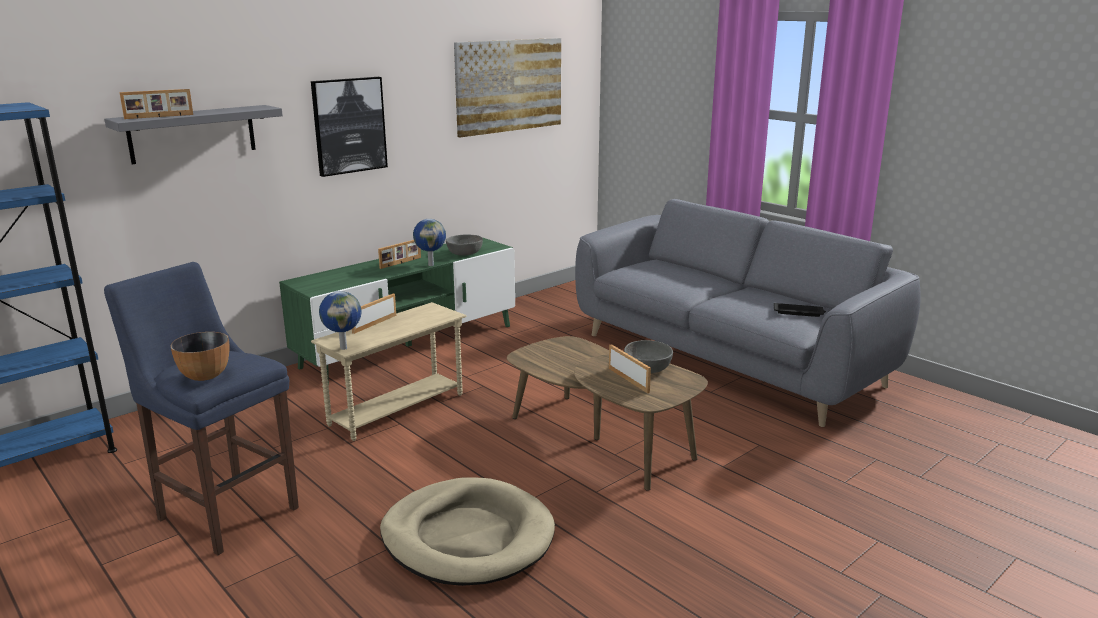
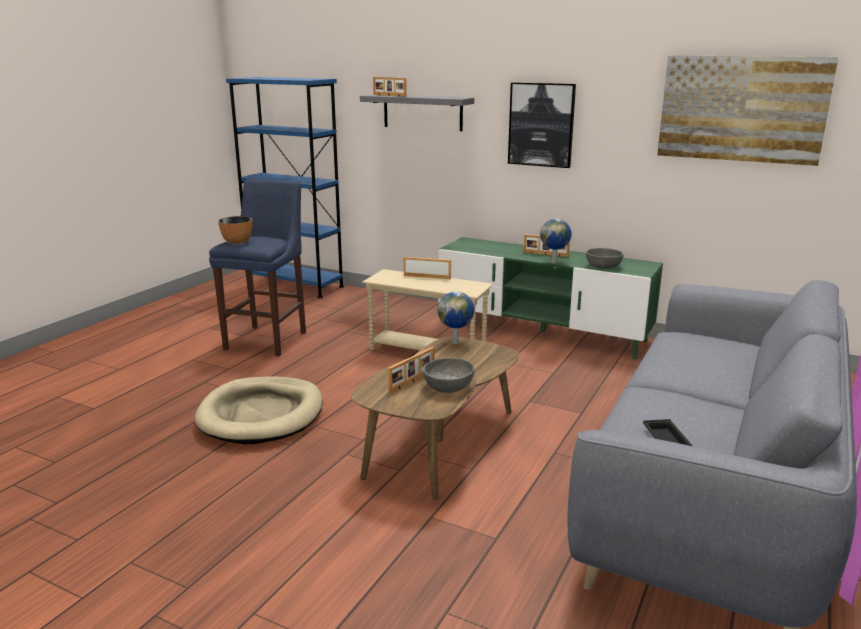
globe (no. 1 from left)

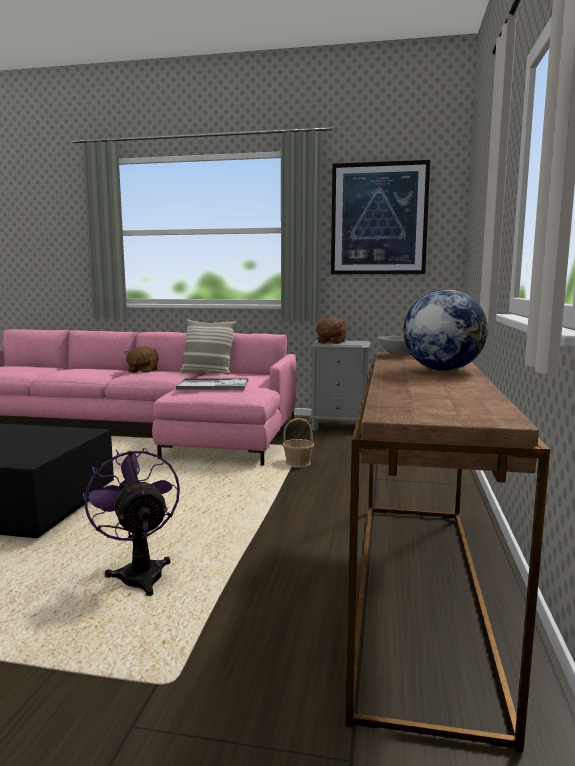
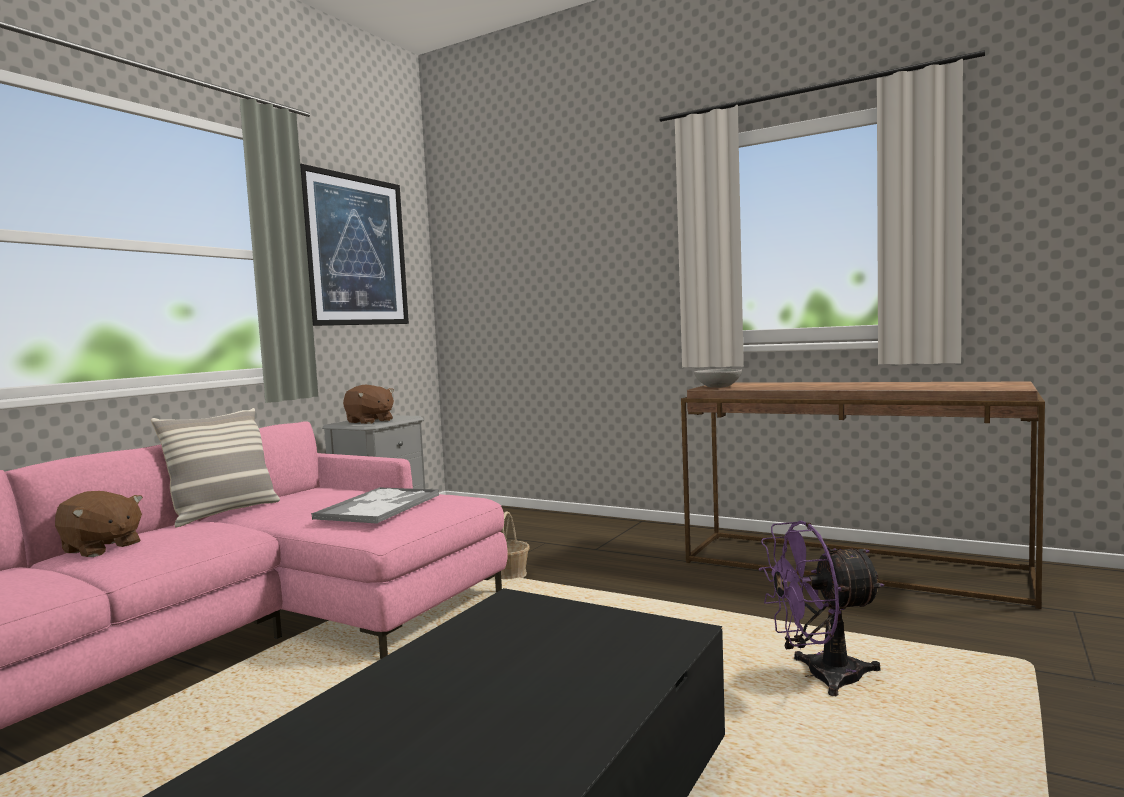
globe

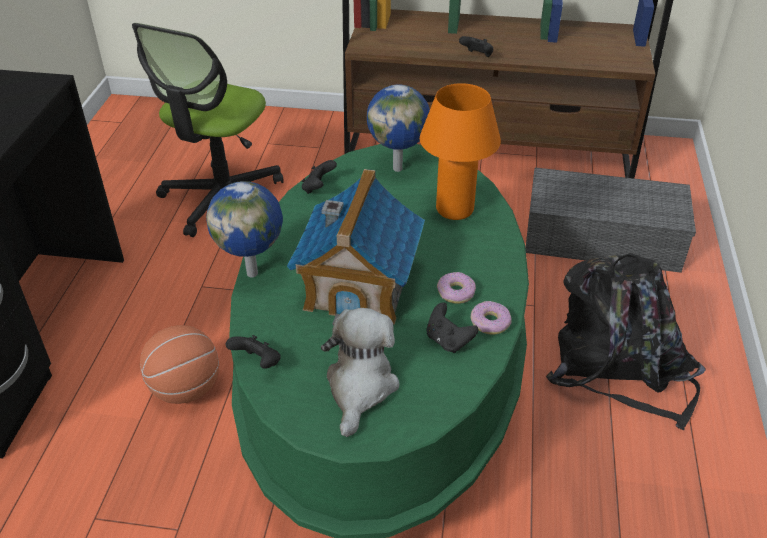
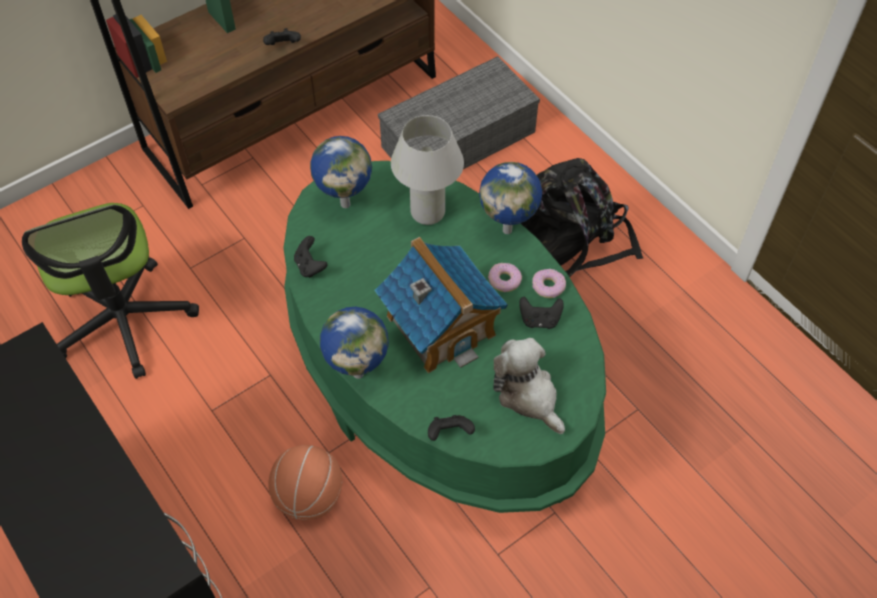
globe (no. 3 from left); white-coloured_lamp_for_a_table

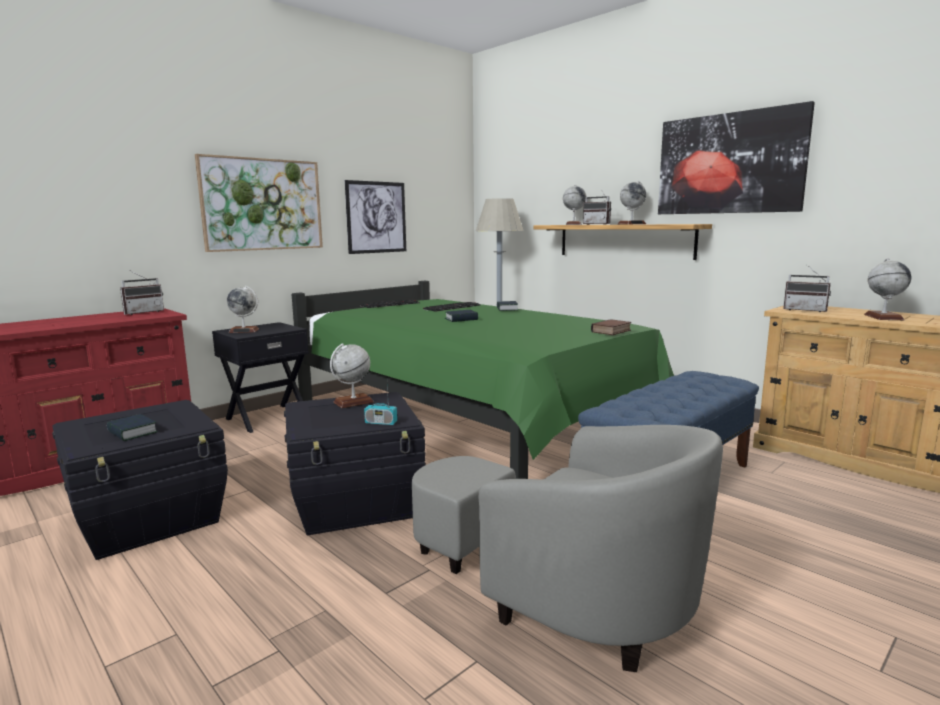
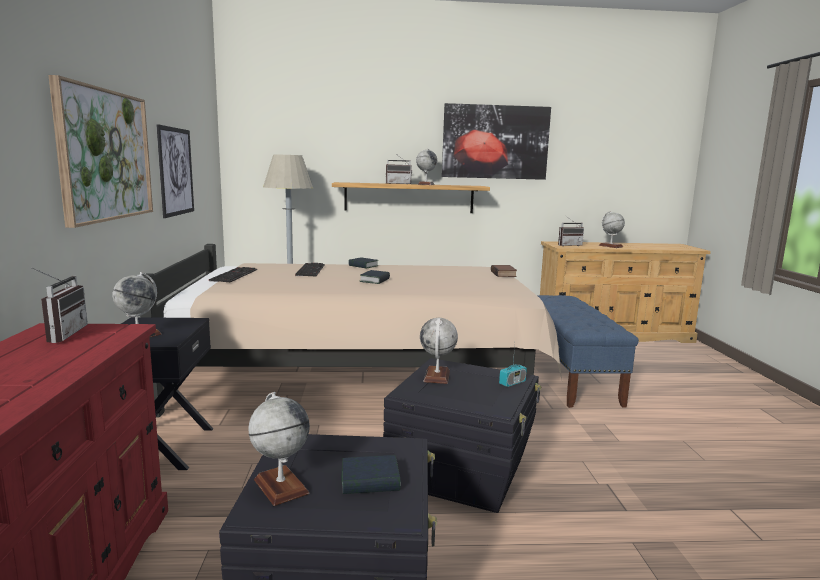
grey_armchair; globe (no. 2 from left); sand-coloured_bedroom_bed

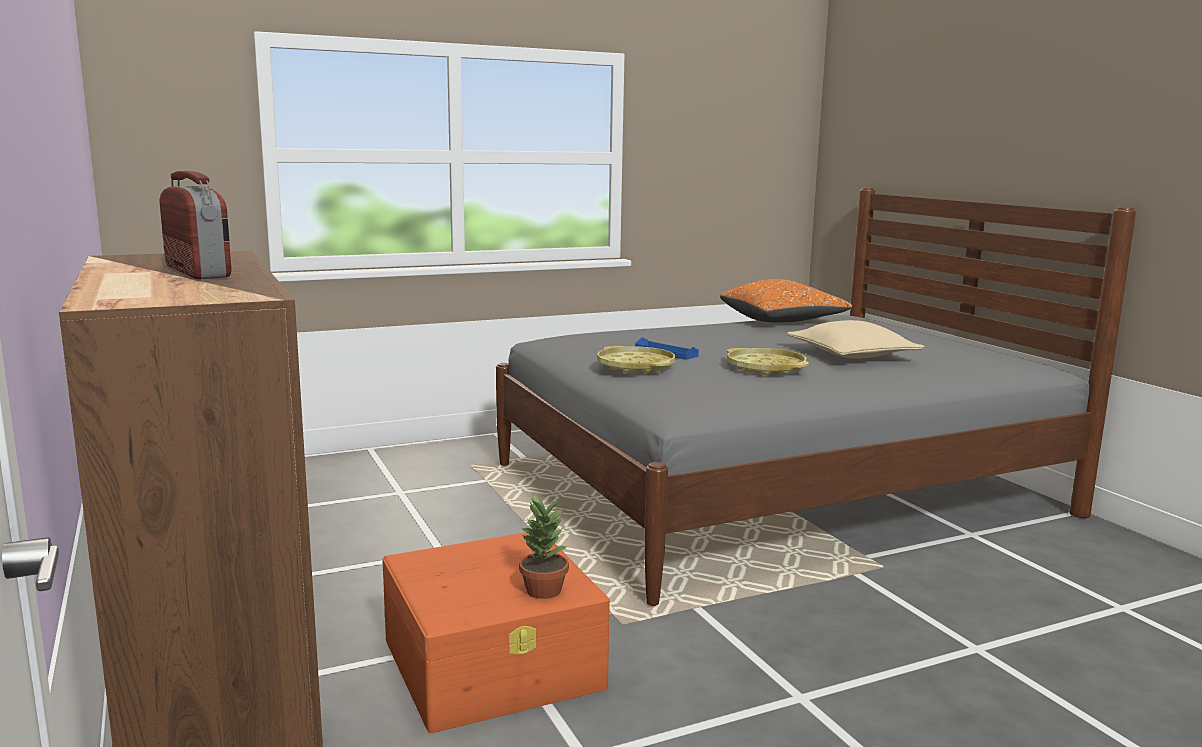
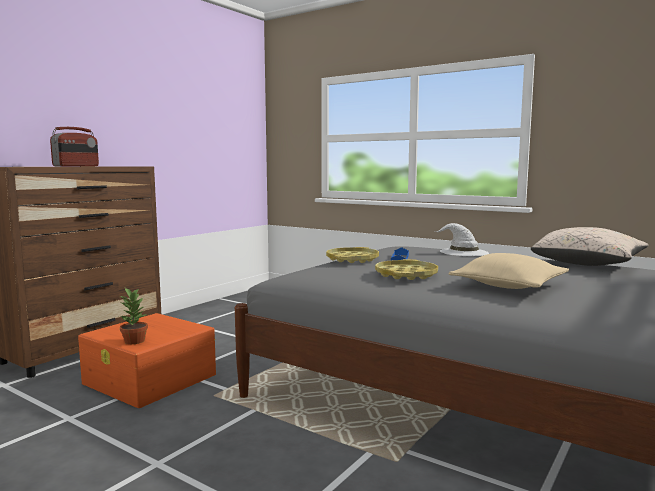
white-coloured_hat; sand-coloured_throw_pillow (no. 2 from left)

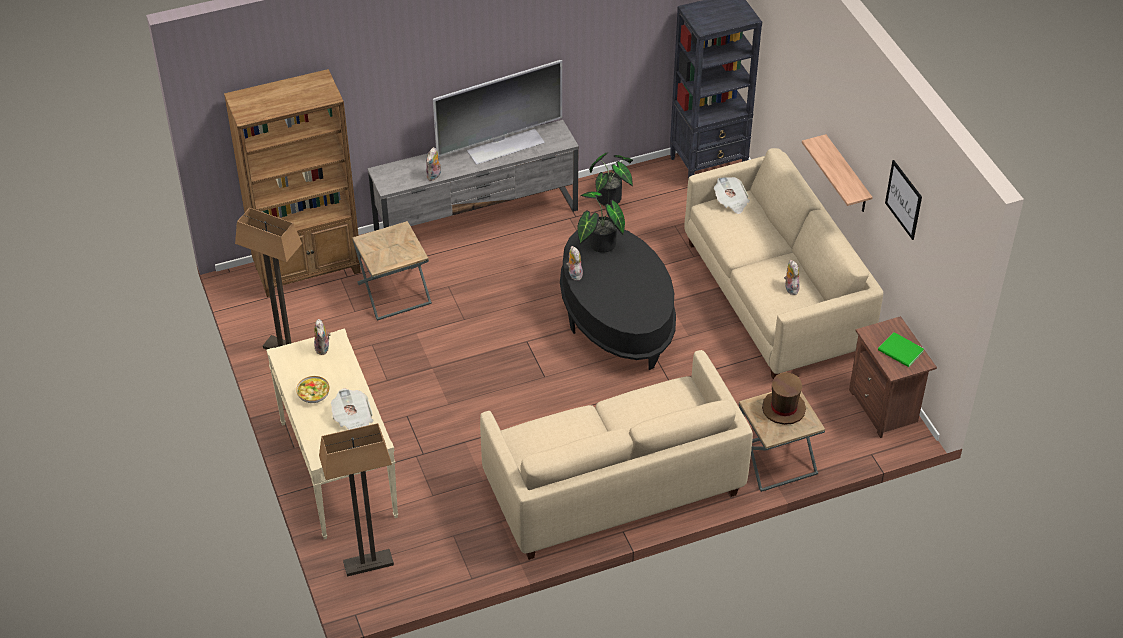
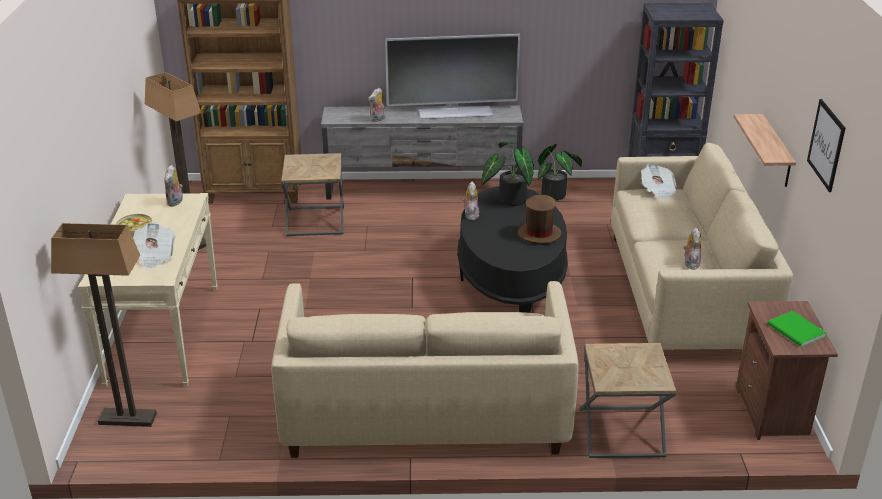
brown_hat

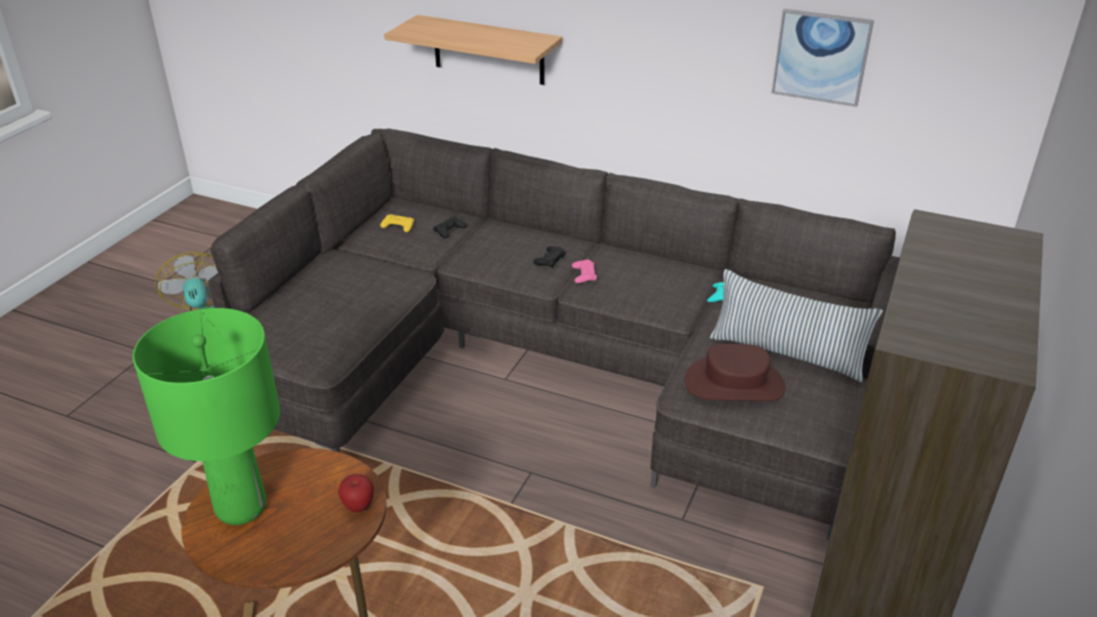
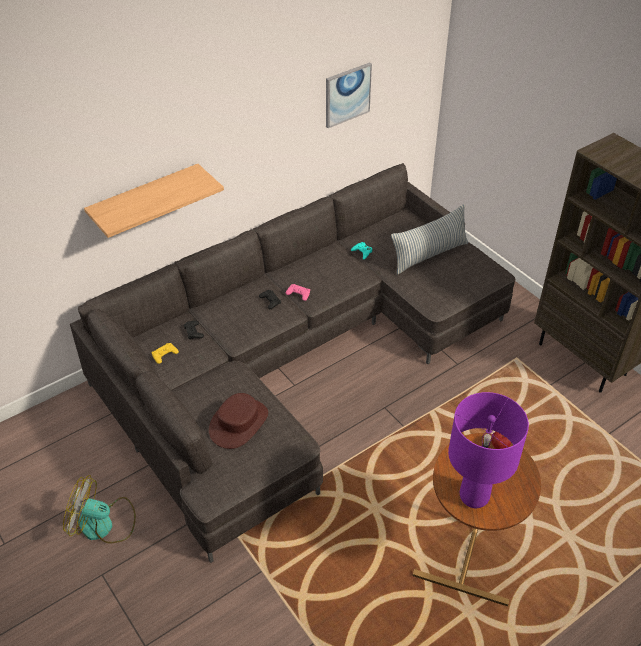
brown_hat; purple_lamp_for_a_table

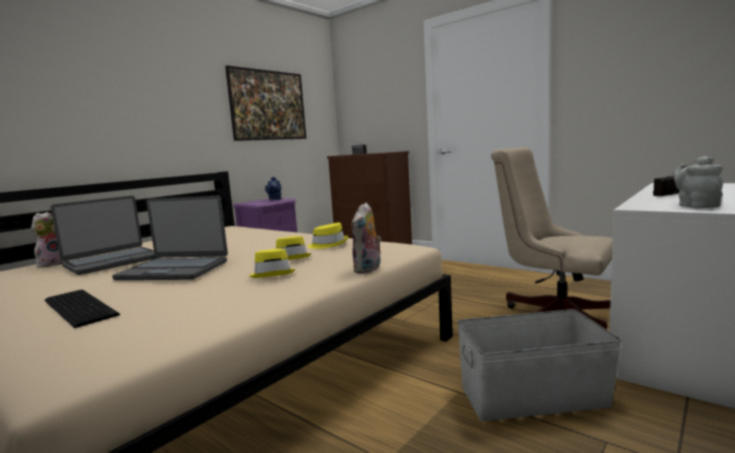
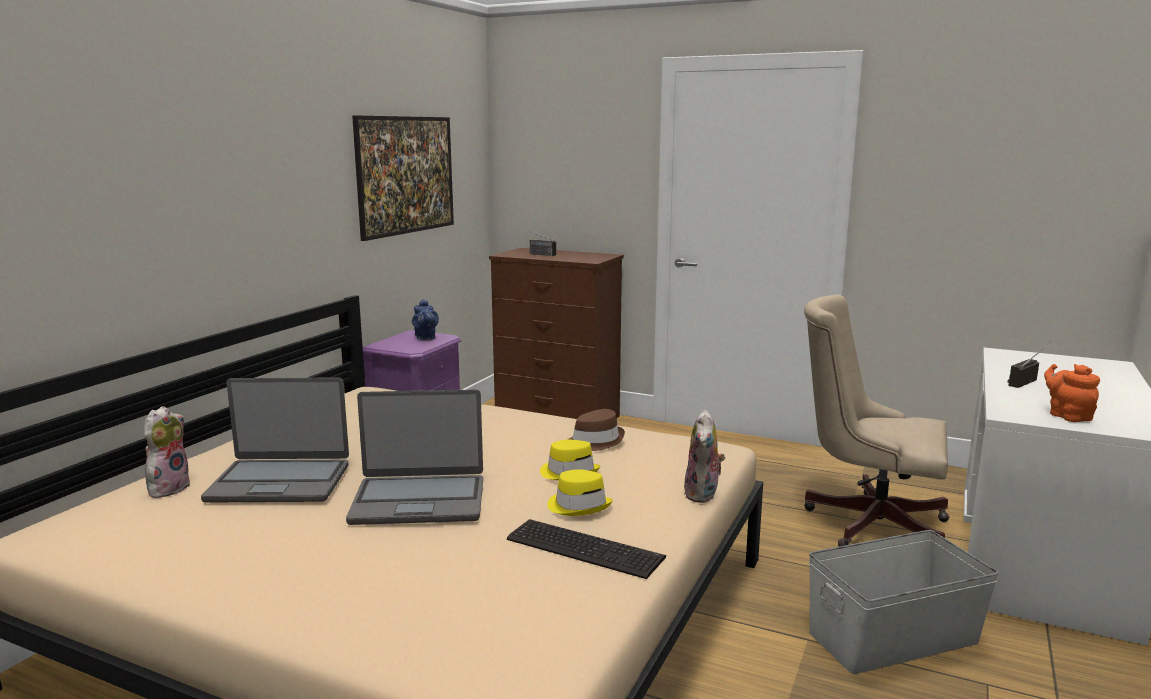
keyboard; brown_hat; orangey_teapot; portable_computer (no. 1 from left)

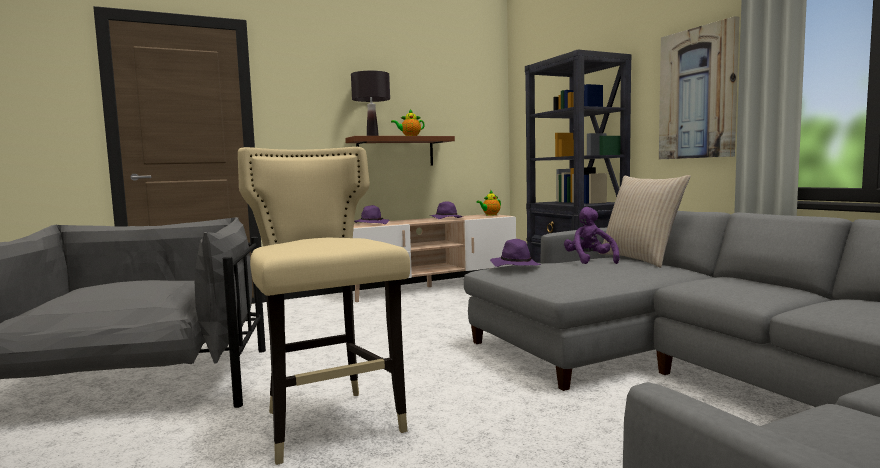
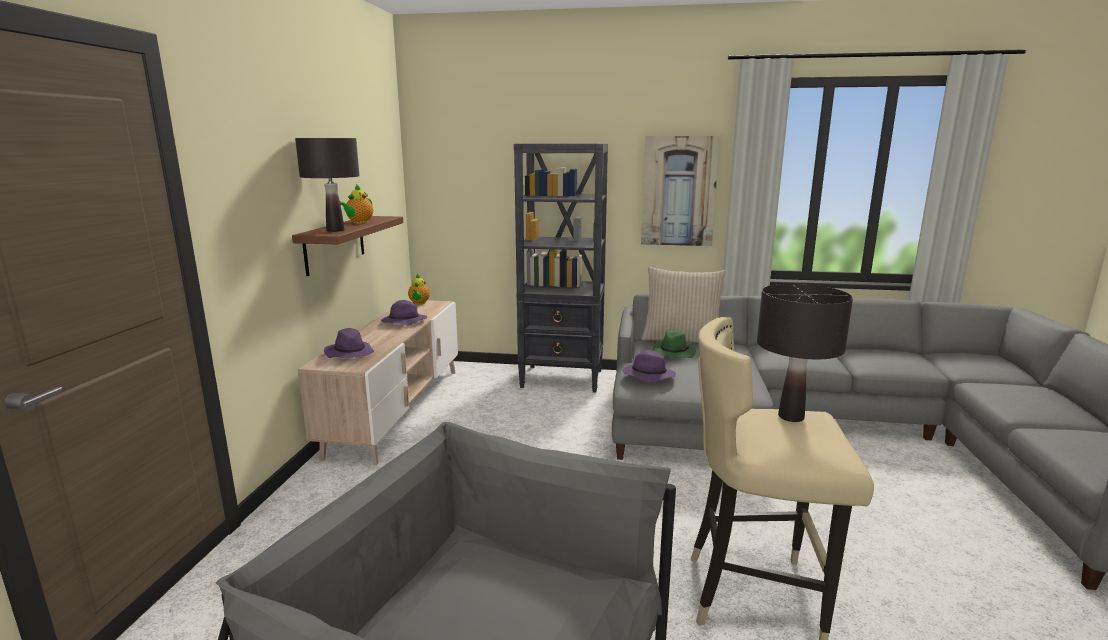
blackish_lamp_for_a_table (no. 2 from left); green-coloured_hat

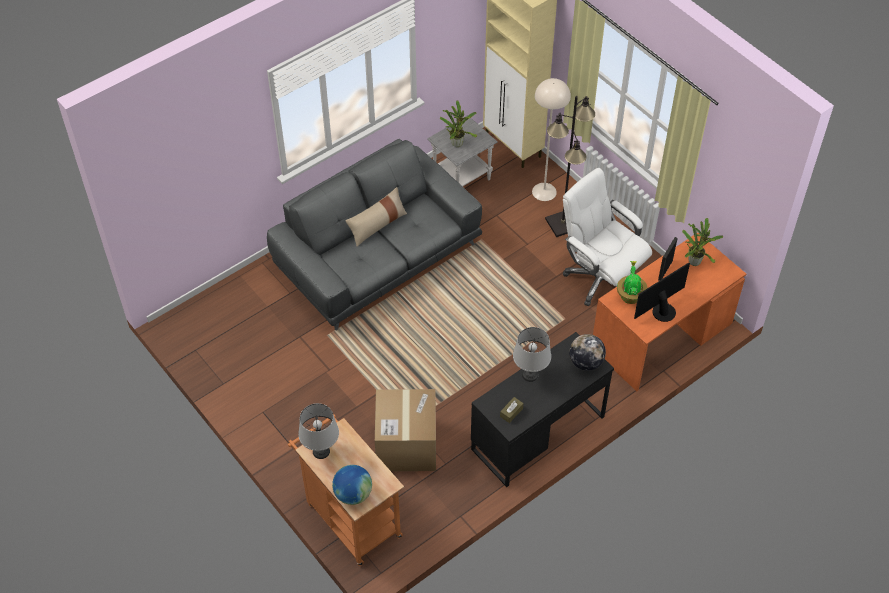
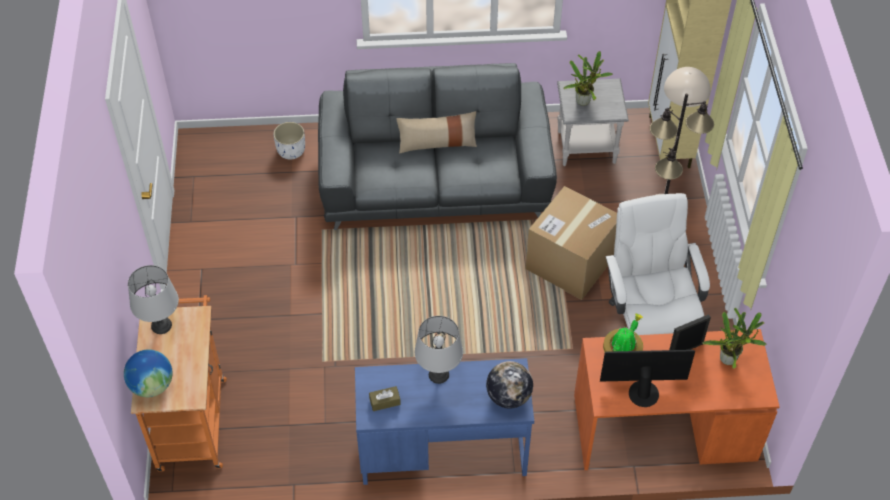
white-coloured_planter; carton; blue-coloured_desk

